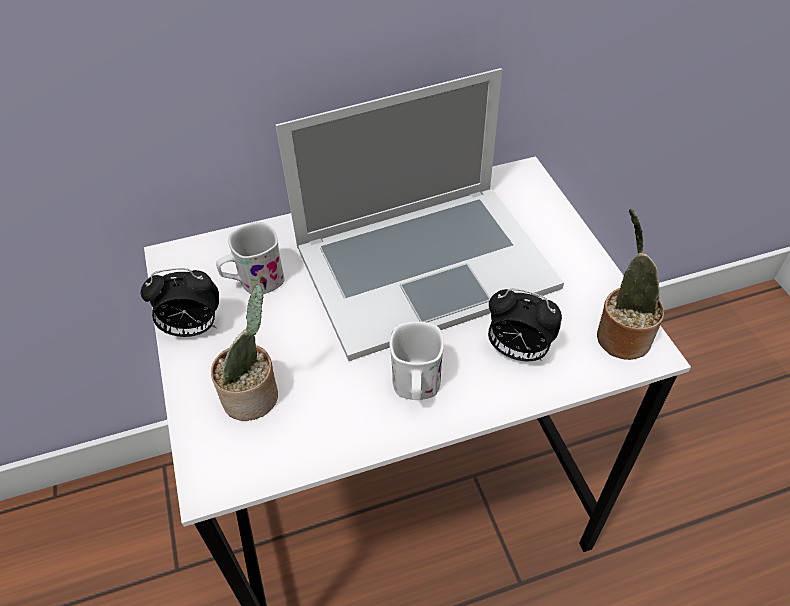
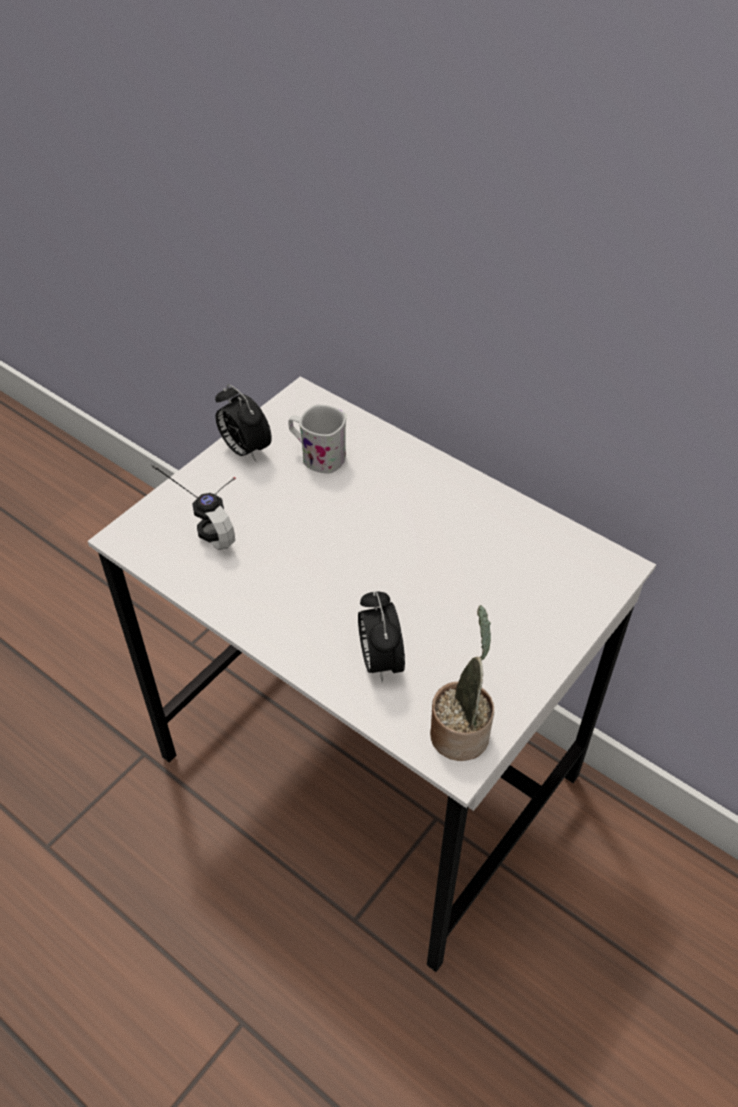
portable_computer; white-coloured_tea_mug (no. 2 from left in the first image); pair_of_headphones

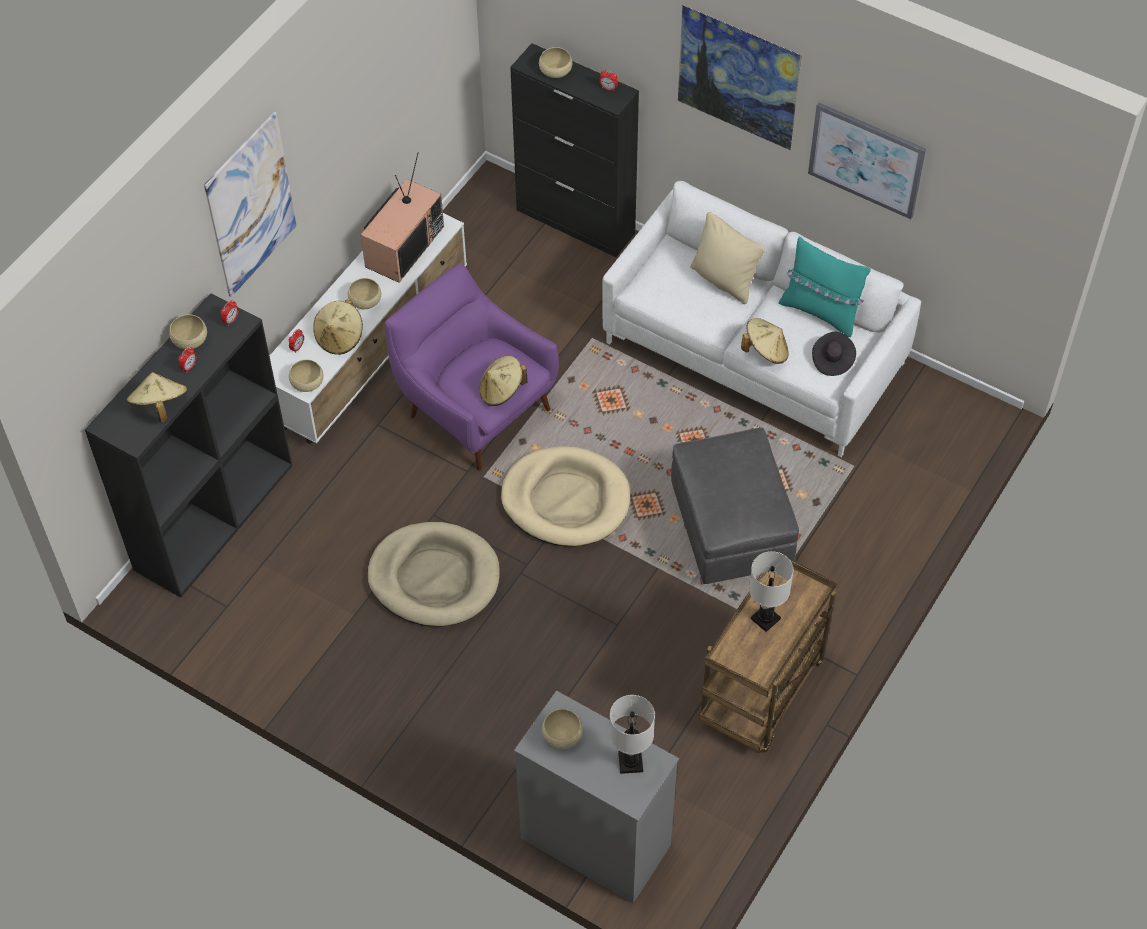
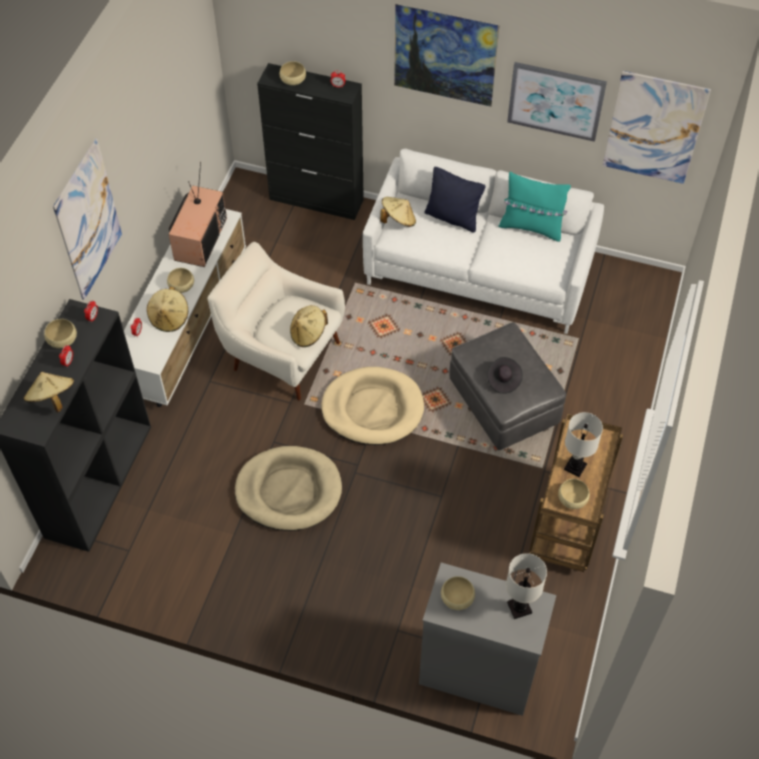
wall_picture (no. 4 from left); sand-coloured_bowl (no. 5 from left); sand-coloured_hat (no. 4 from left); blackish_hat; white-coloured_armchair; blackish_throw_pillow

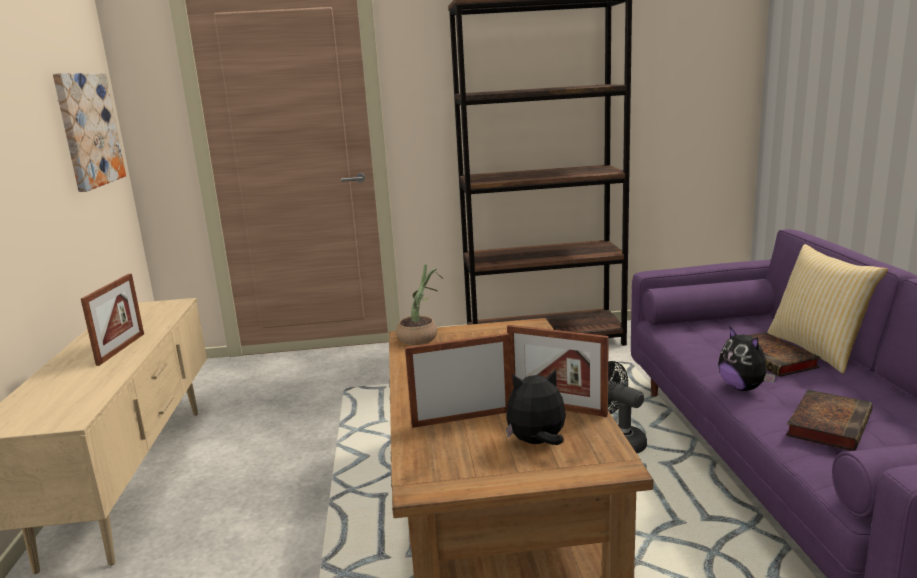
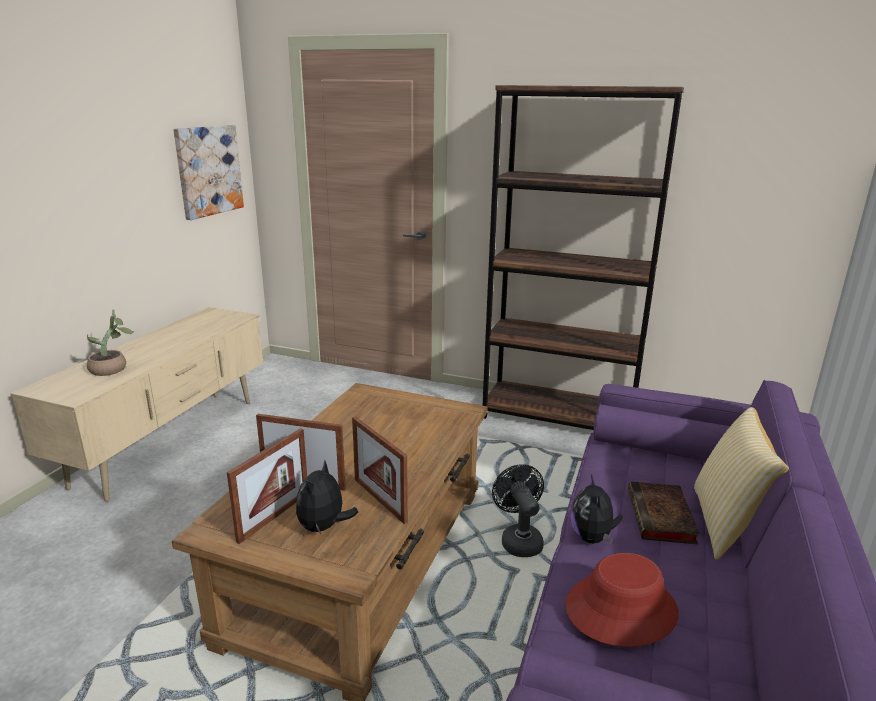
picture_frame (no. 1 from left); potted_plant; red_hat; cuddly_toy (no. 1 from left)

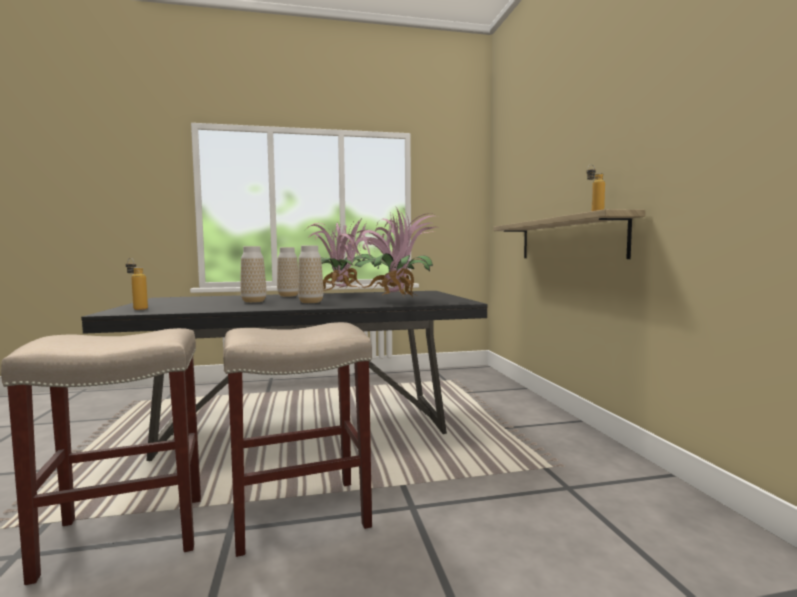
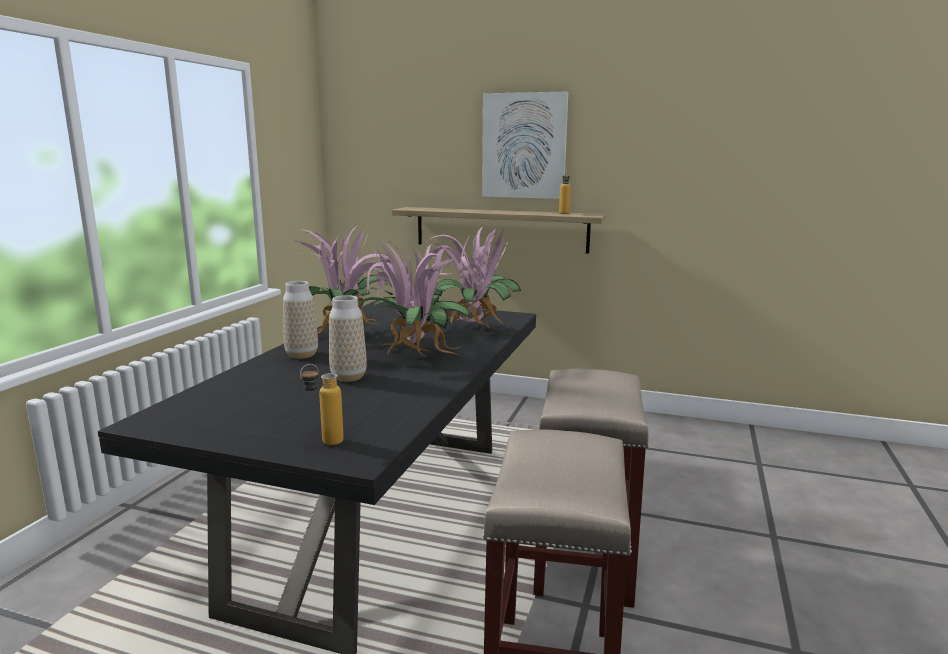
wall_picture; potted_plant (no. 2 from left)

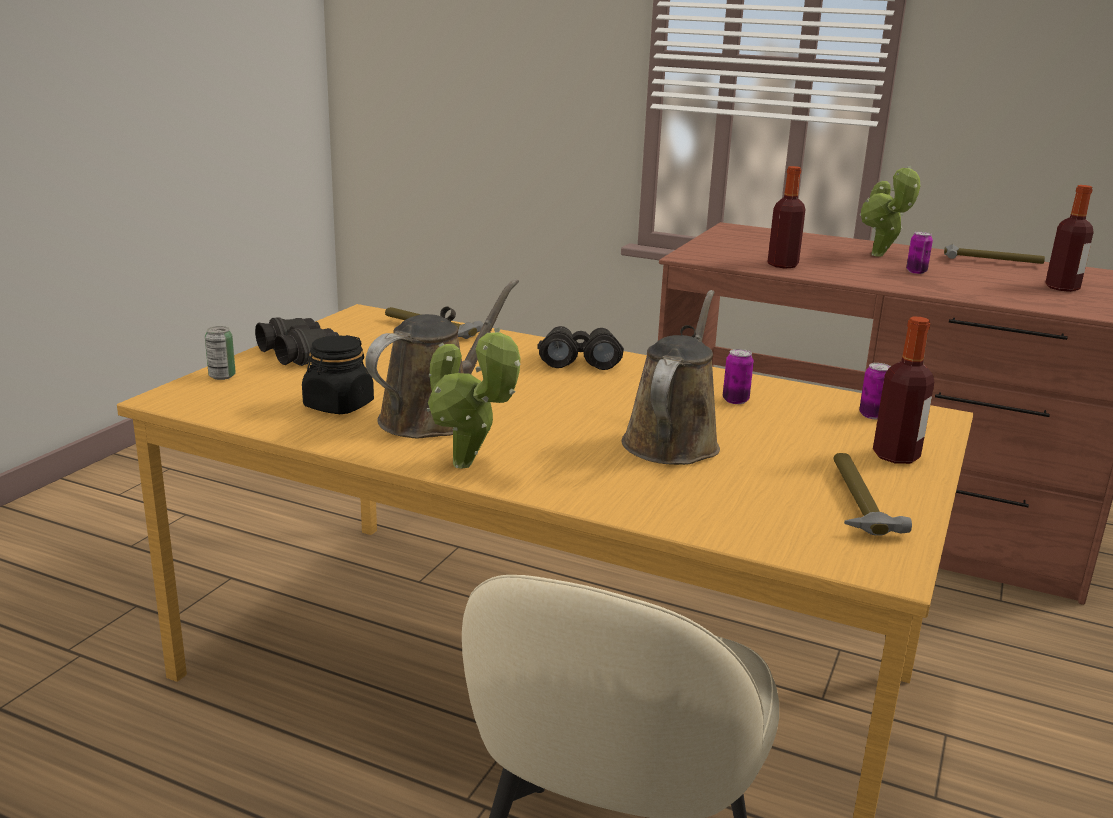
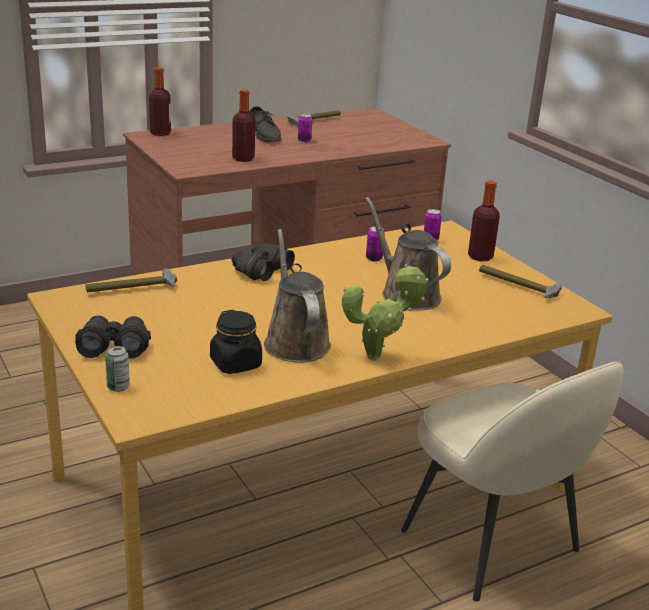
bottle (no. 1 from left); grey_low_shoe

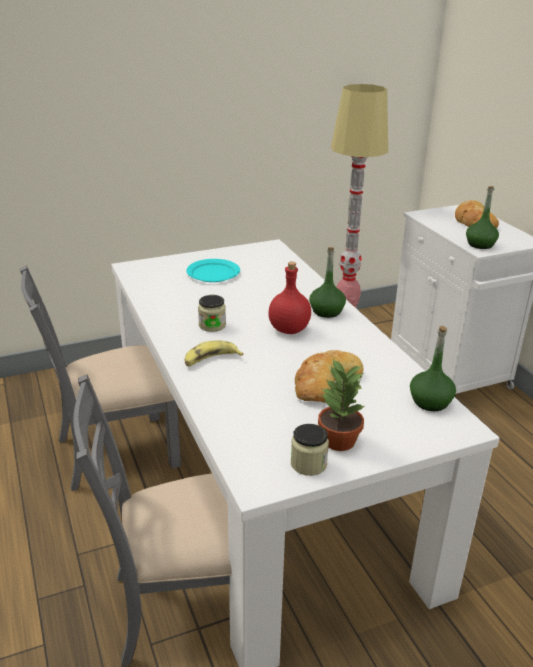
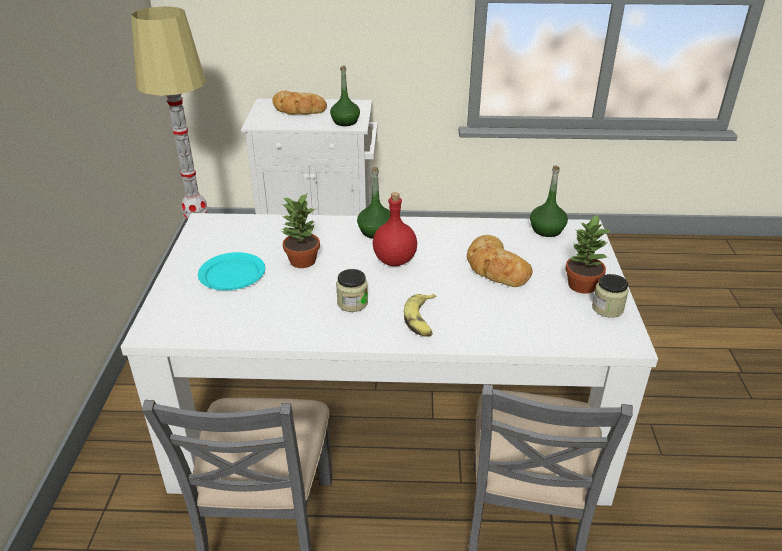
potted_plant (no. 1 from left)

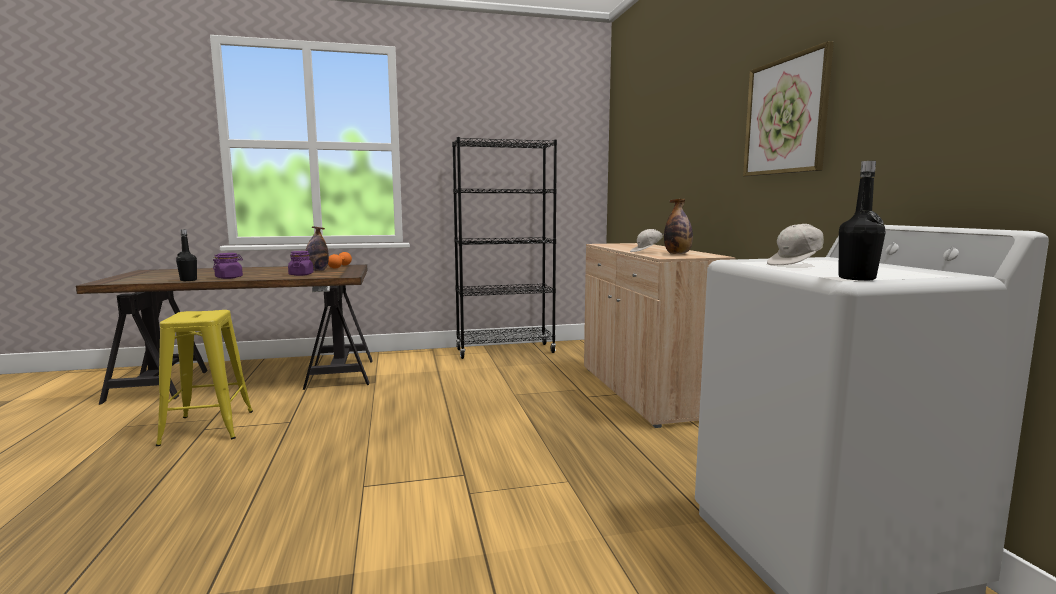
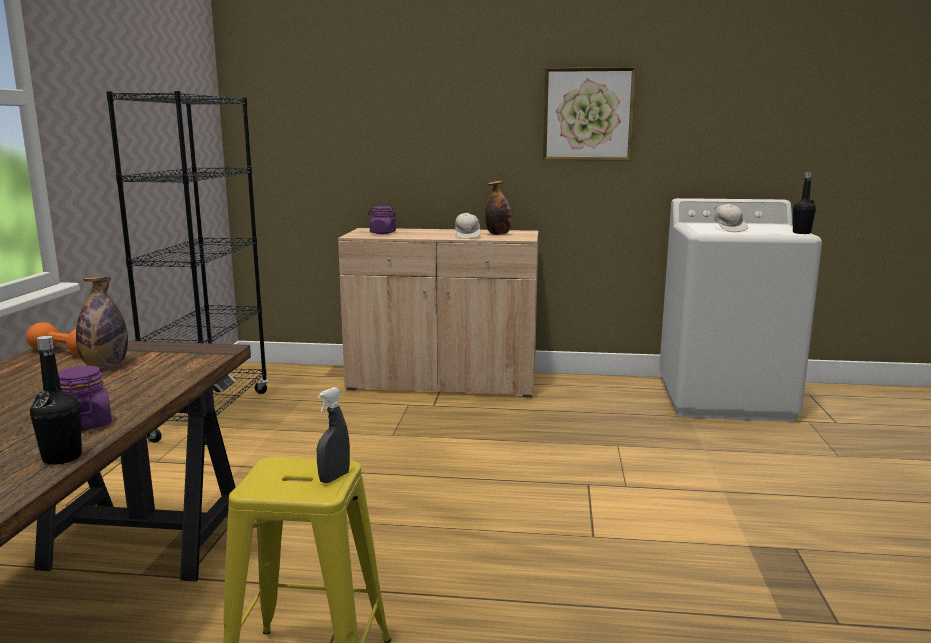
grey_sprayer; purple_preserve_jar (no. 2 from left)

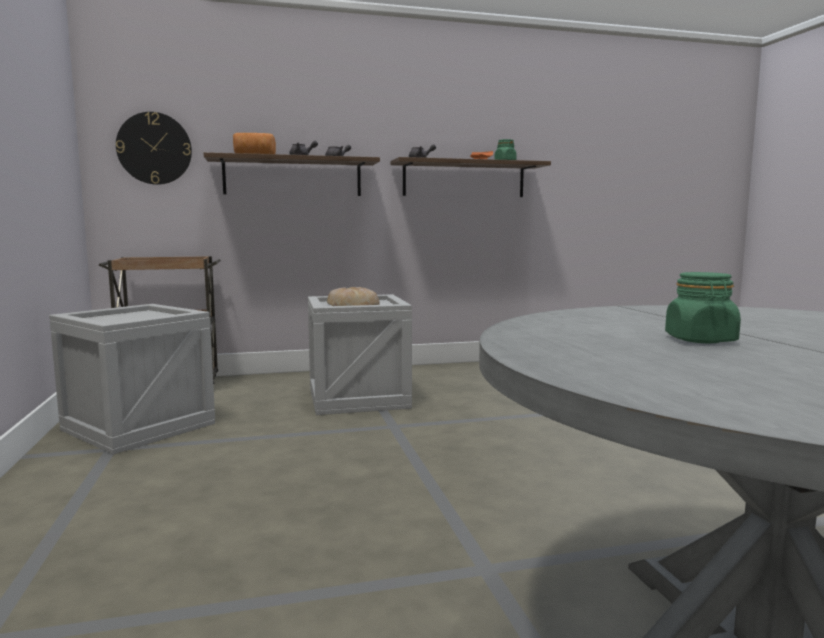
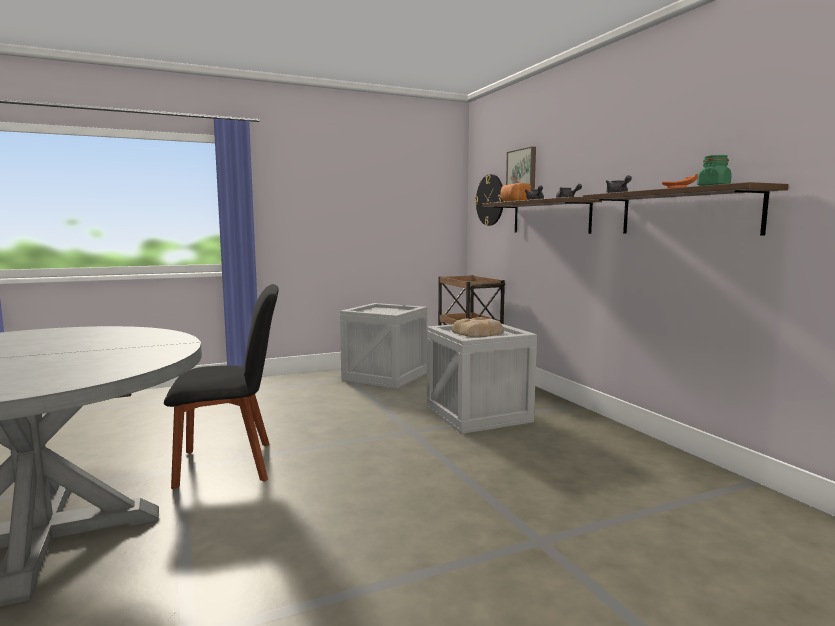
green-coloured_preserve_jar (no. 2 from left in the first image); blackish_chair; wall_picture

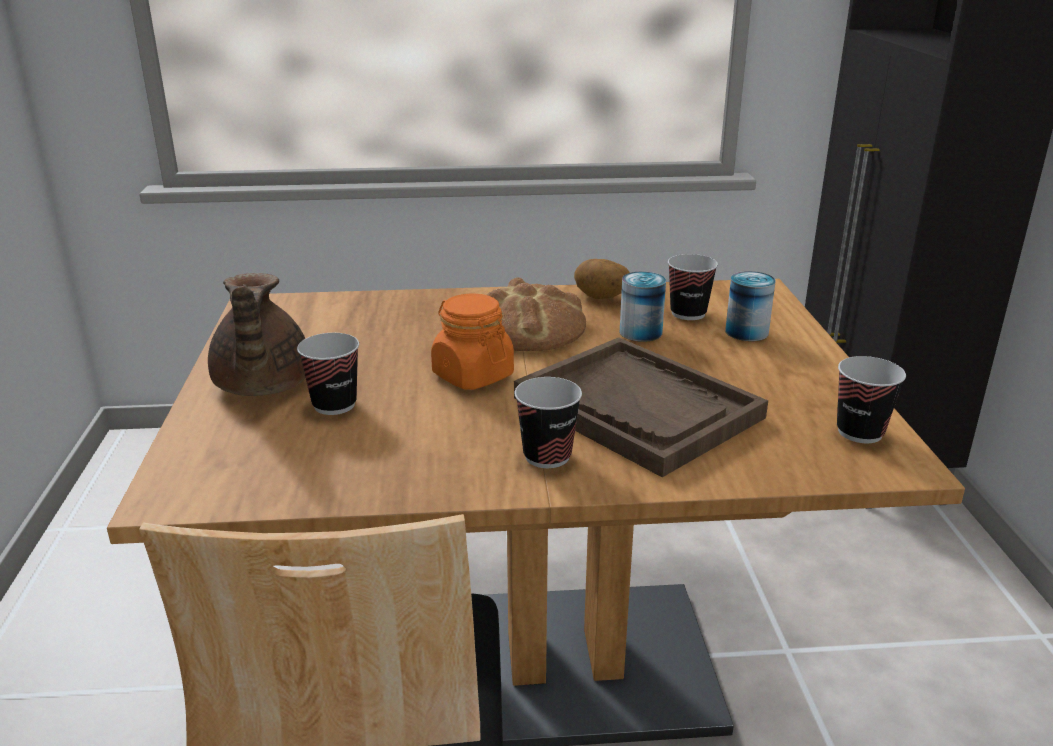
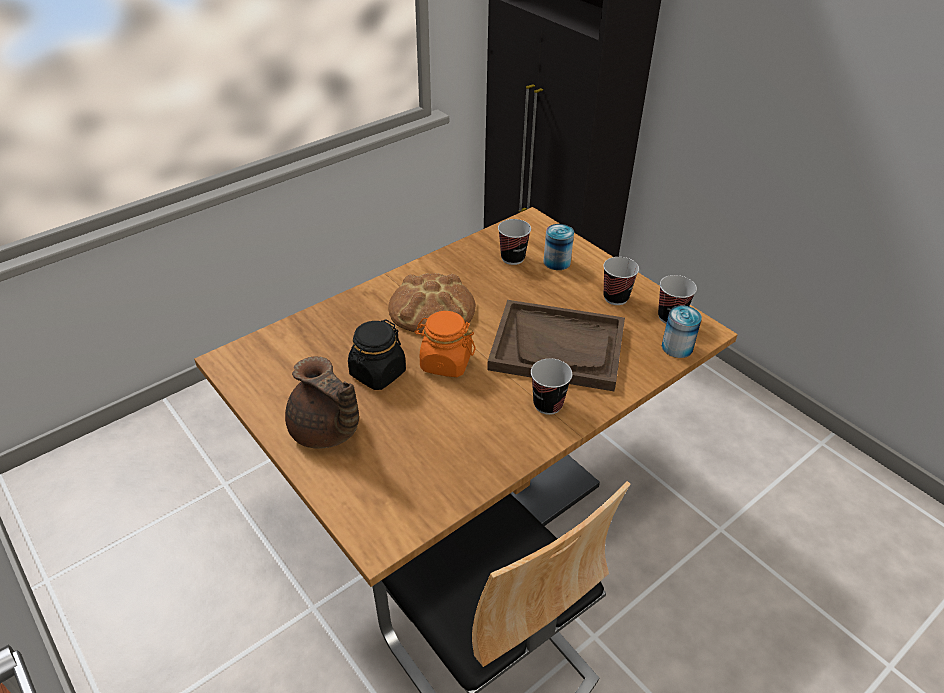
potato; blackish_preserve_jar; drinking_cup (no. 3 from left); metal_can (no. 2 from left)

